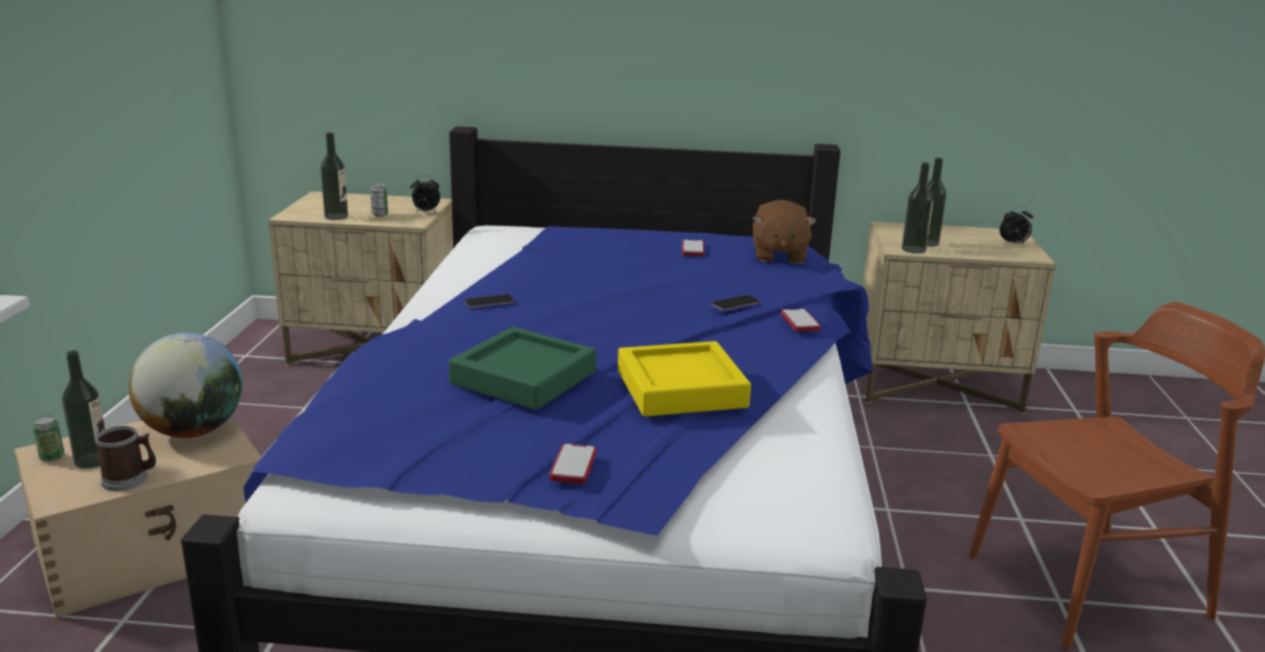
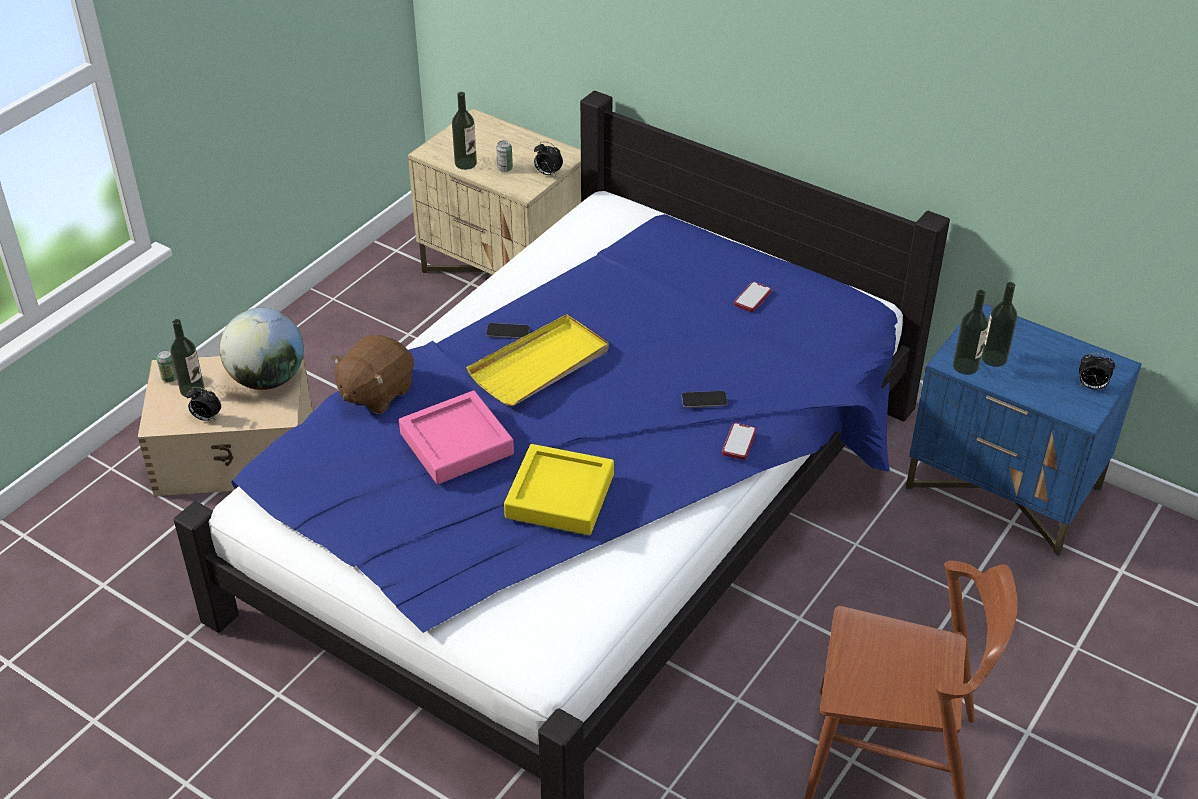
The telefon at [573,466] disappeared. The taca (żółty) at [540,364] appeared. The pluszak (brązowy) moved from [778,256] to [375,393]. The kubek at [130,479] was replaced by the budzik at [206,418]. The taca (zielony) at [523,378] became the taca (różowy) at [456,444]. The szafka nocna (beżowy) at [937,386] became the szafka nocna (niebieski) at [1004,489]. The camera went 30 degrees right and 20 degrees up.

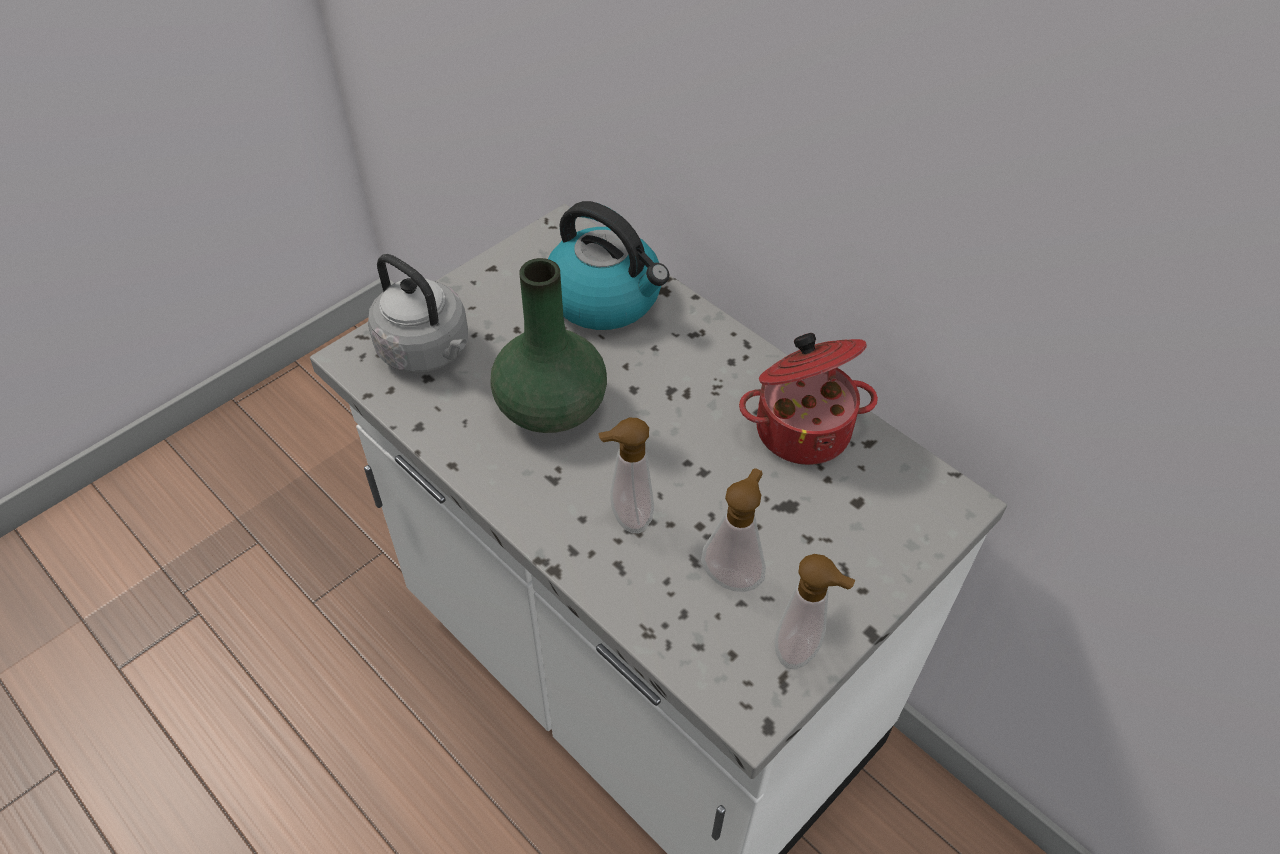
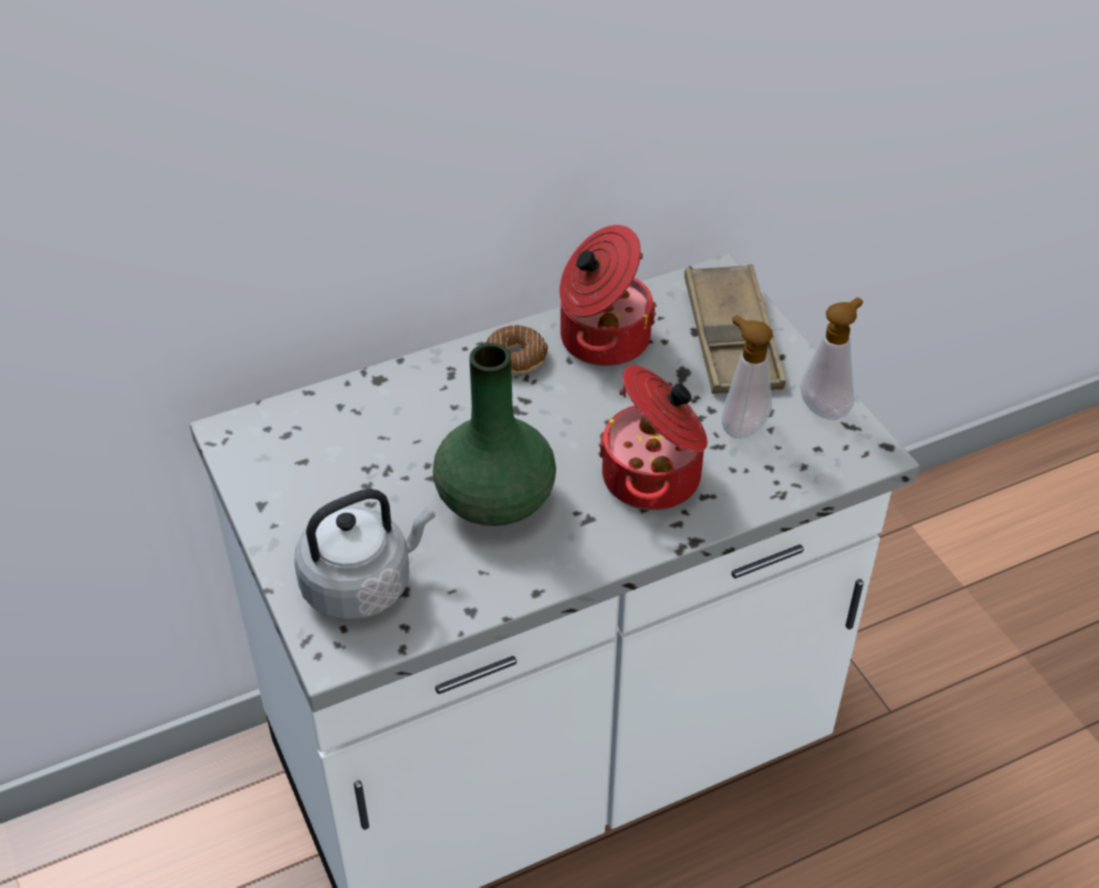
The czajnik at [606,298] disappeared. The donut at [516,358] appeared. The taca (brązowy) at [731,338] appeared. The dozownik mydła at [626,517] was replaced by the garnek at [654,478]. The camera went 70 degrees left and 5 degrees down.

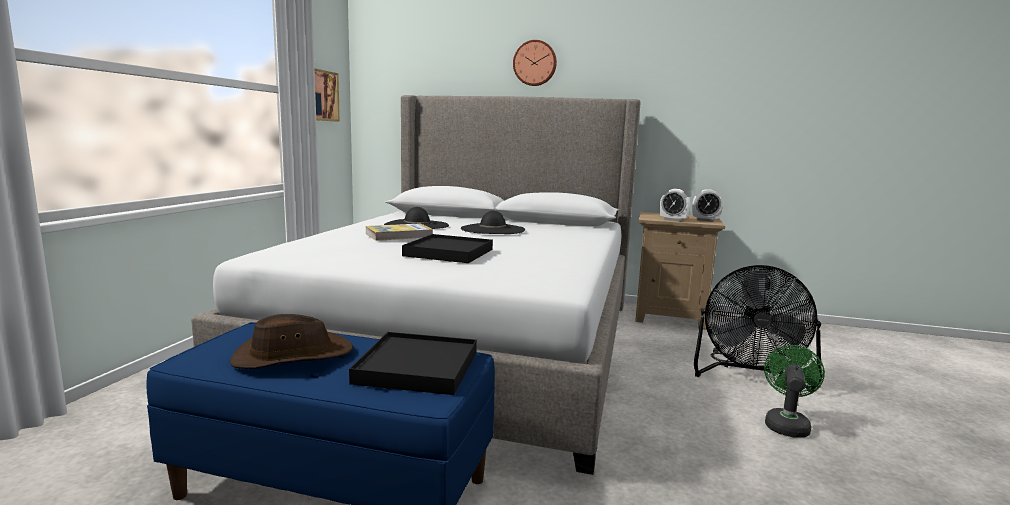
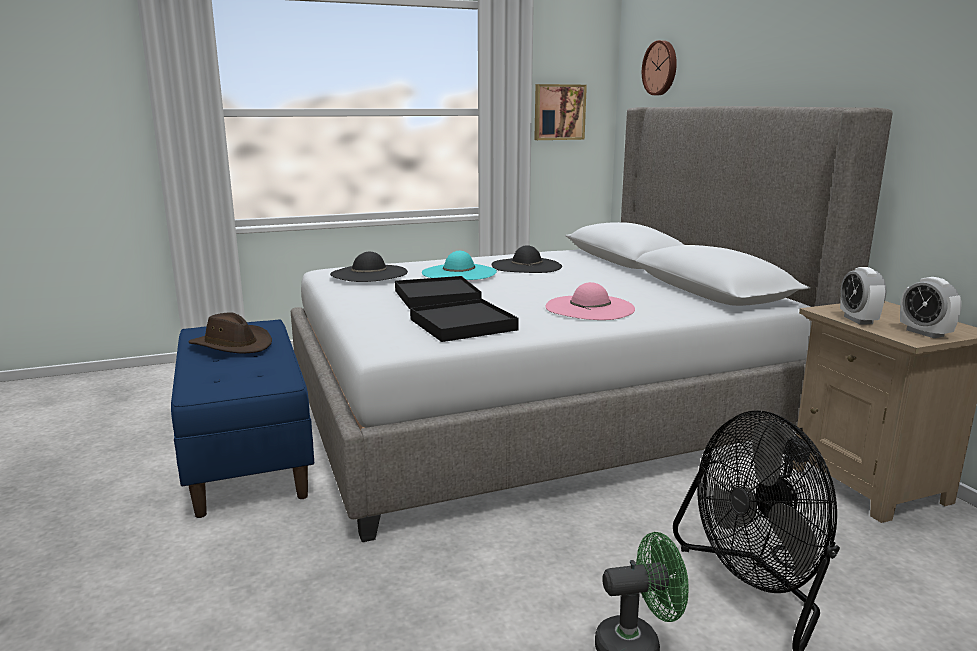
The kapelusz (różowy) at [590,308] appeared. The taca (czarny) moved from [417,368] to [463,325]. The kapelusz (czarny) moved from [493,229] to [369,273]. The zegar ścienny moved from [535,63] to [661,68]. The książka at [399,235] was replaced by the kapelusz (turkusowy) at [459,272]. The camera went 55 degrees right and 5 degrees up.

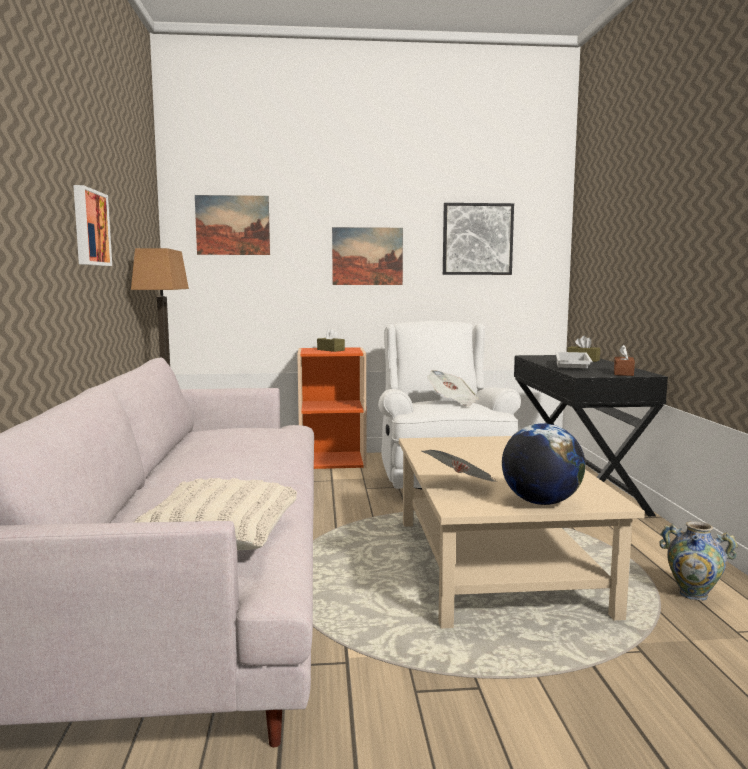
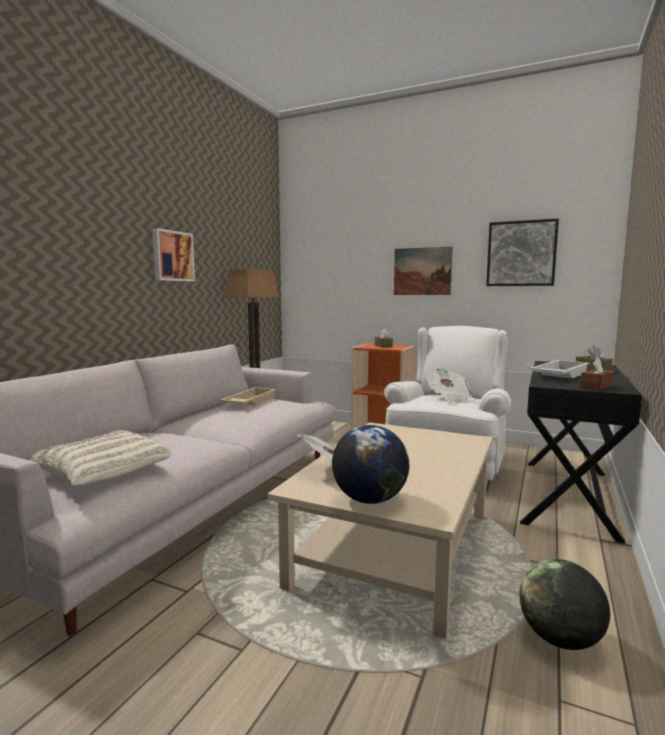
The obraz at [232,225] disappeared. The taca (beżowy) at [249,402] appeared. The wazon at [693,594] was replaced by the globus at [560,639]. The camera went 30 degrees right and 0 degrees up.

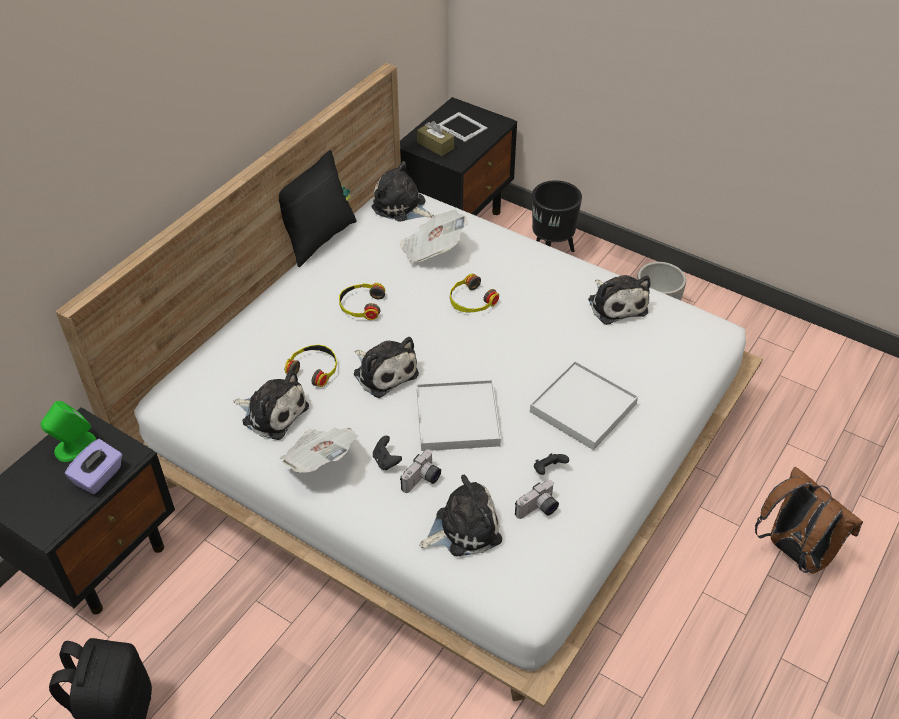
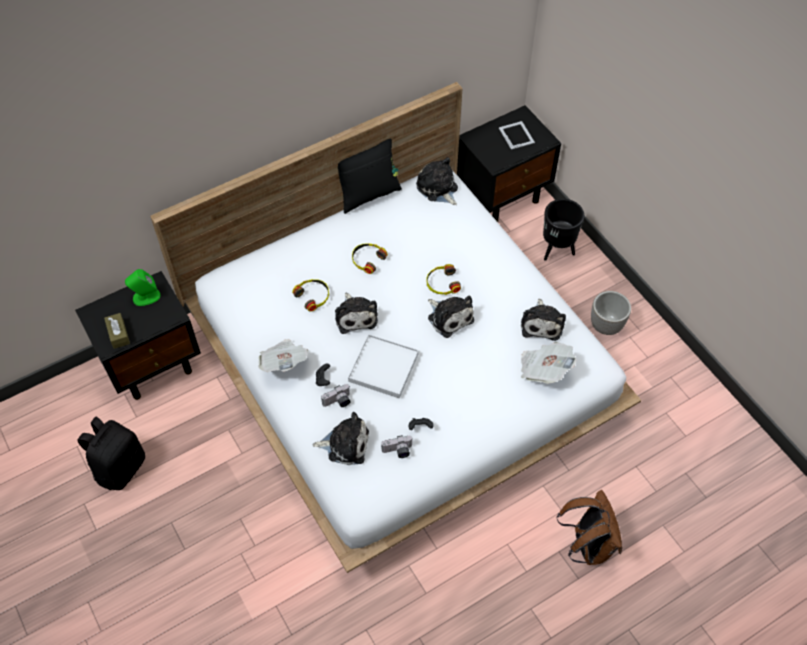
The pudełko chusteczek (fioletowy) at [99,477] disappeared. The taca (biały) at [583,407] disappeared. The pluszak moved from [272,413] to [449,317]. The gazeta moved from [432,250] to [544,369]. The pudełko chusteczek (brązowy) moved from [435,145] to [118,334]. The camera went 25 degrees right and 10 degrees up.

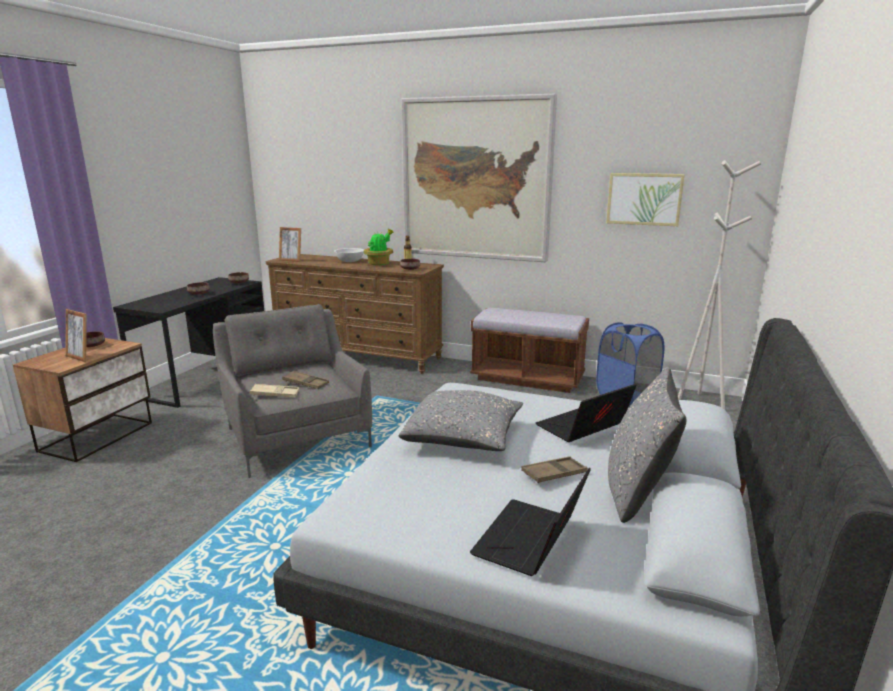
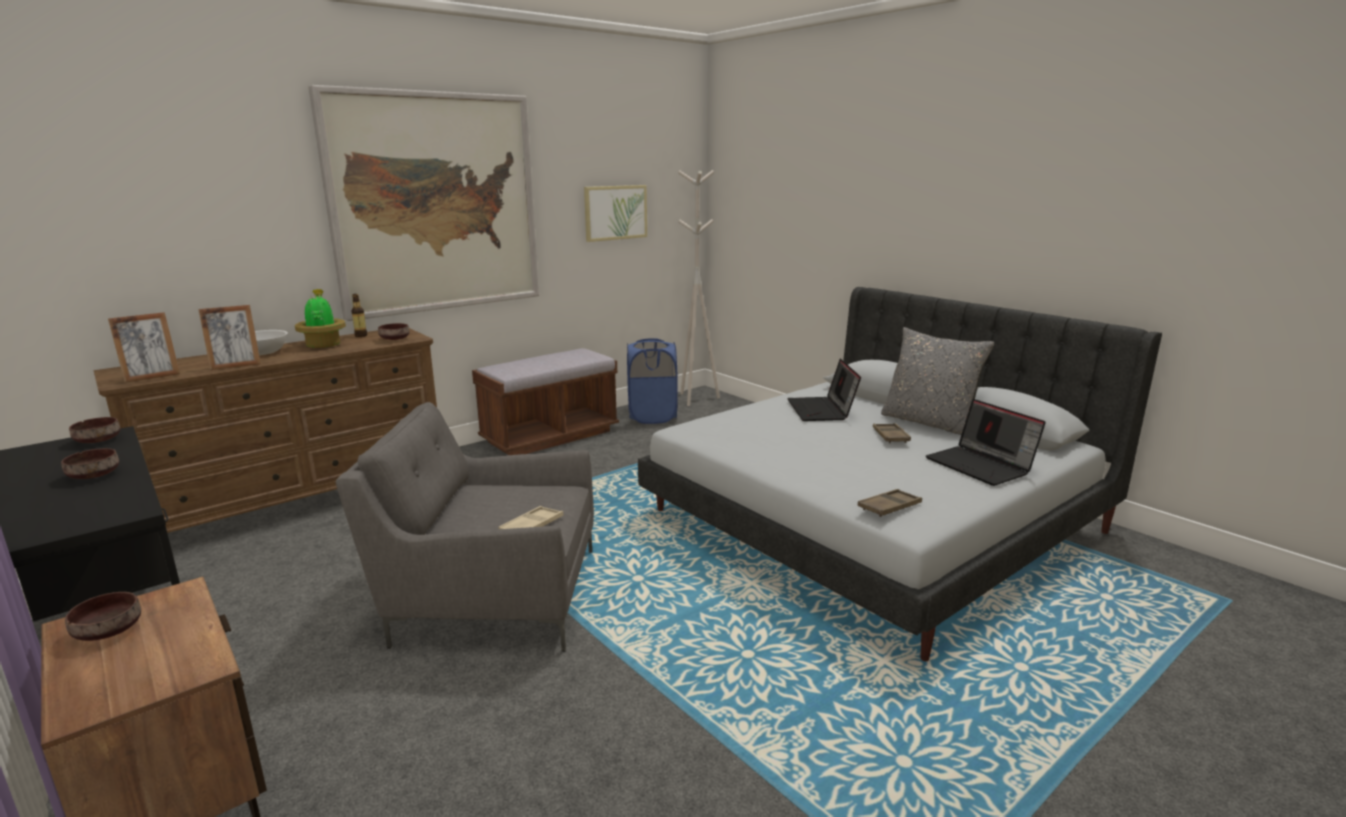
The poduszka (szary) at [463,438] disappeared. The ramka na zdjęcie moved from [80,357] to [236,366]. The taca (brązowy) moved from [305,383] to [889,507]. The camera went 60 degrees left and 0 degrees up.

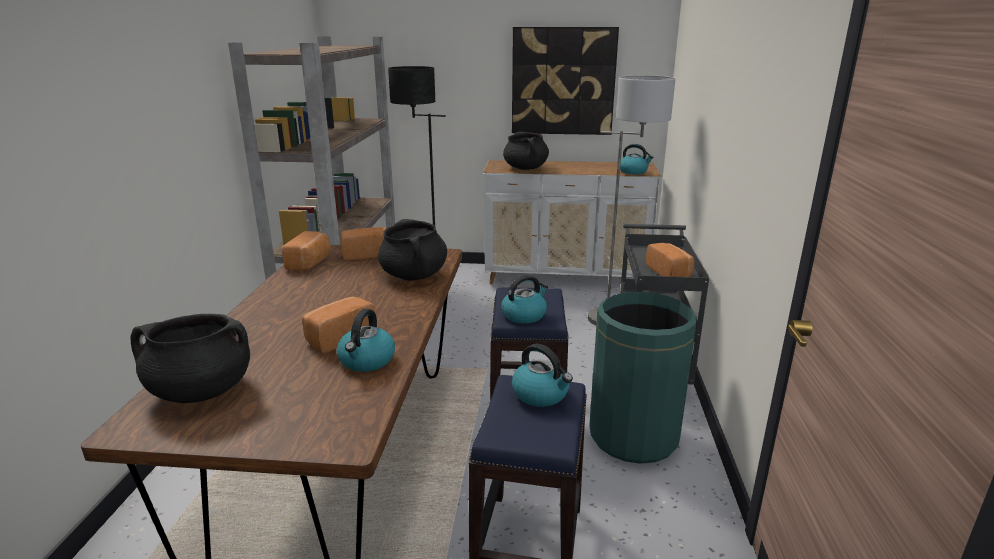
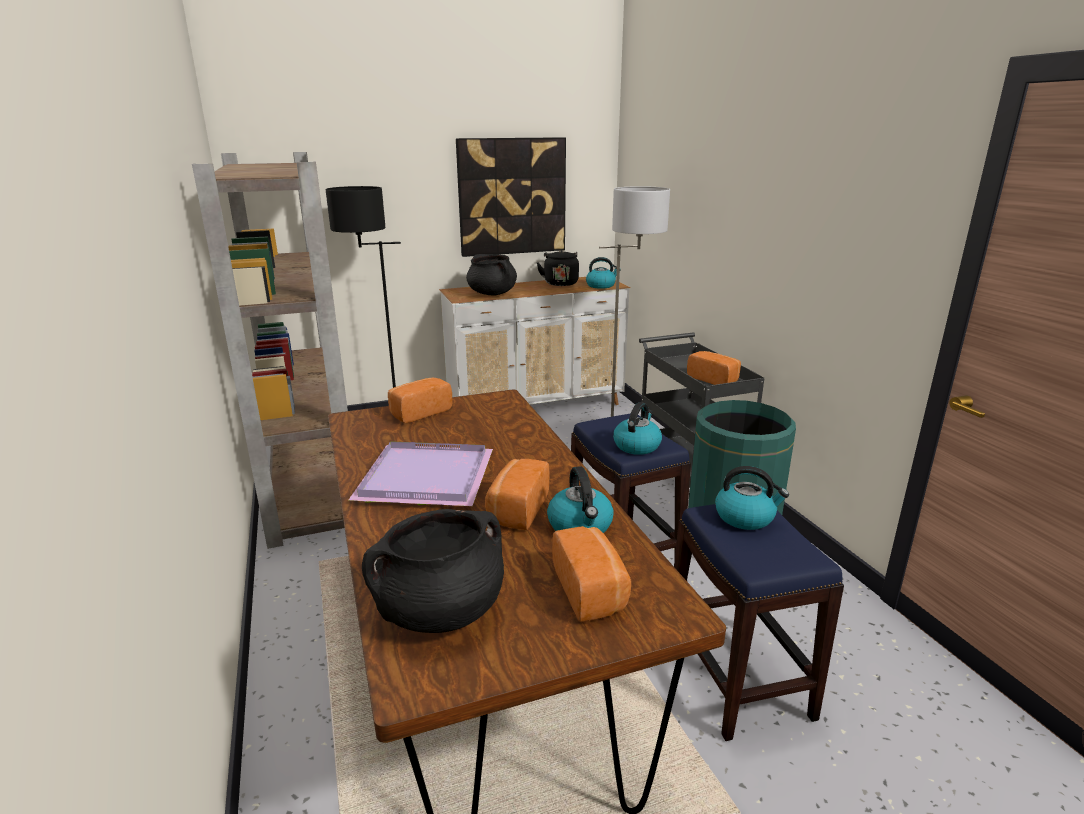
The garnek (czarny) at [414,276] disappeared. The taca (fioletowy) at [423,479] appeared. The czajnik (czarny) at [560,283] appeared. The chleb moved from [310,263] to [591,590]. The camera went 25 degrees left and 0 degrees up.

